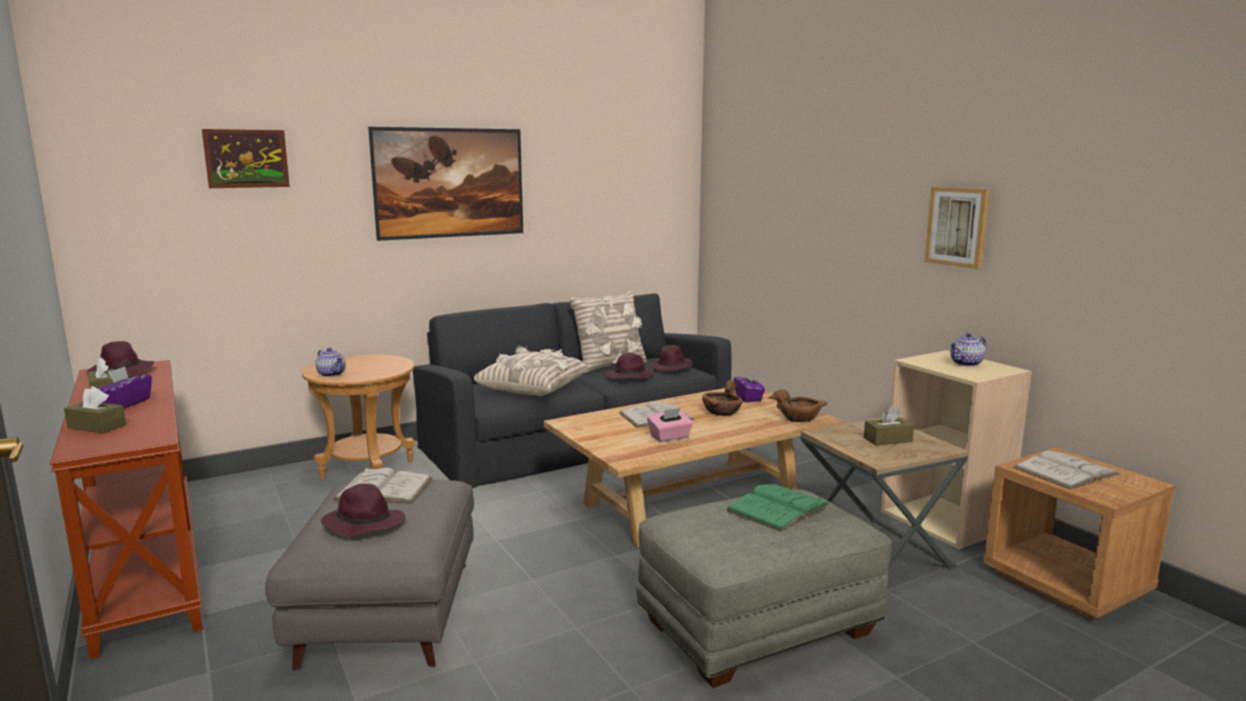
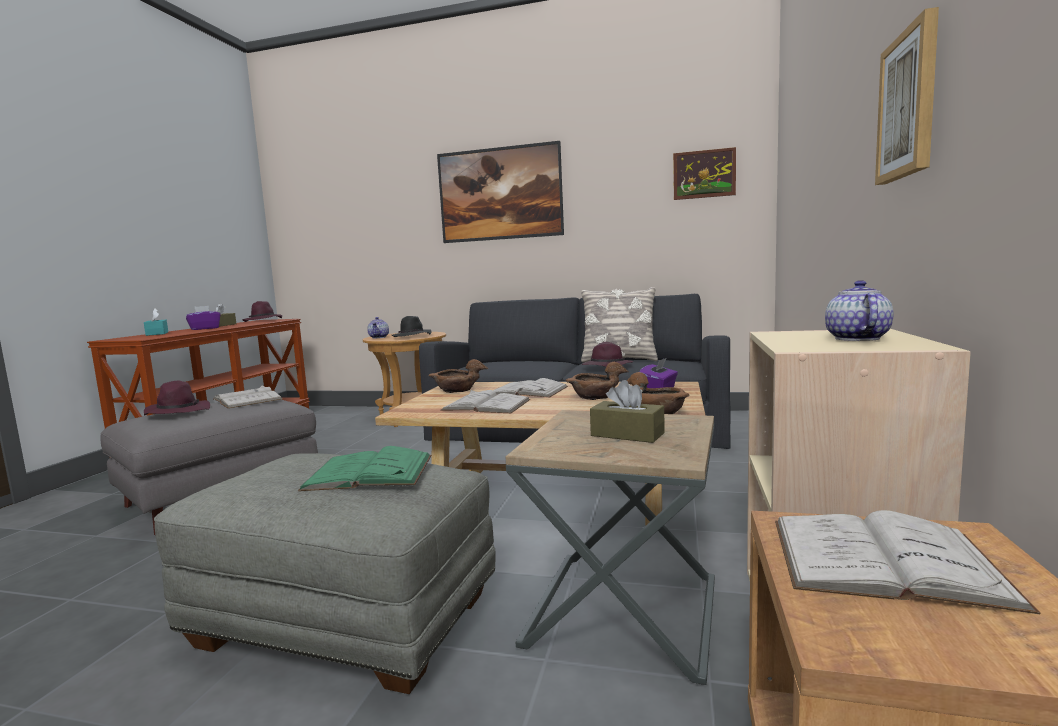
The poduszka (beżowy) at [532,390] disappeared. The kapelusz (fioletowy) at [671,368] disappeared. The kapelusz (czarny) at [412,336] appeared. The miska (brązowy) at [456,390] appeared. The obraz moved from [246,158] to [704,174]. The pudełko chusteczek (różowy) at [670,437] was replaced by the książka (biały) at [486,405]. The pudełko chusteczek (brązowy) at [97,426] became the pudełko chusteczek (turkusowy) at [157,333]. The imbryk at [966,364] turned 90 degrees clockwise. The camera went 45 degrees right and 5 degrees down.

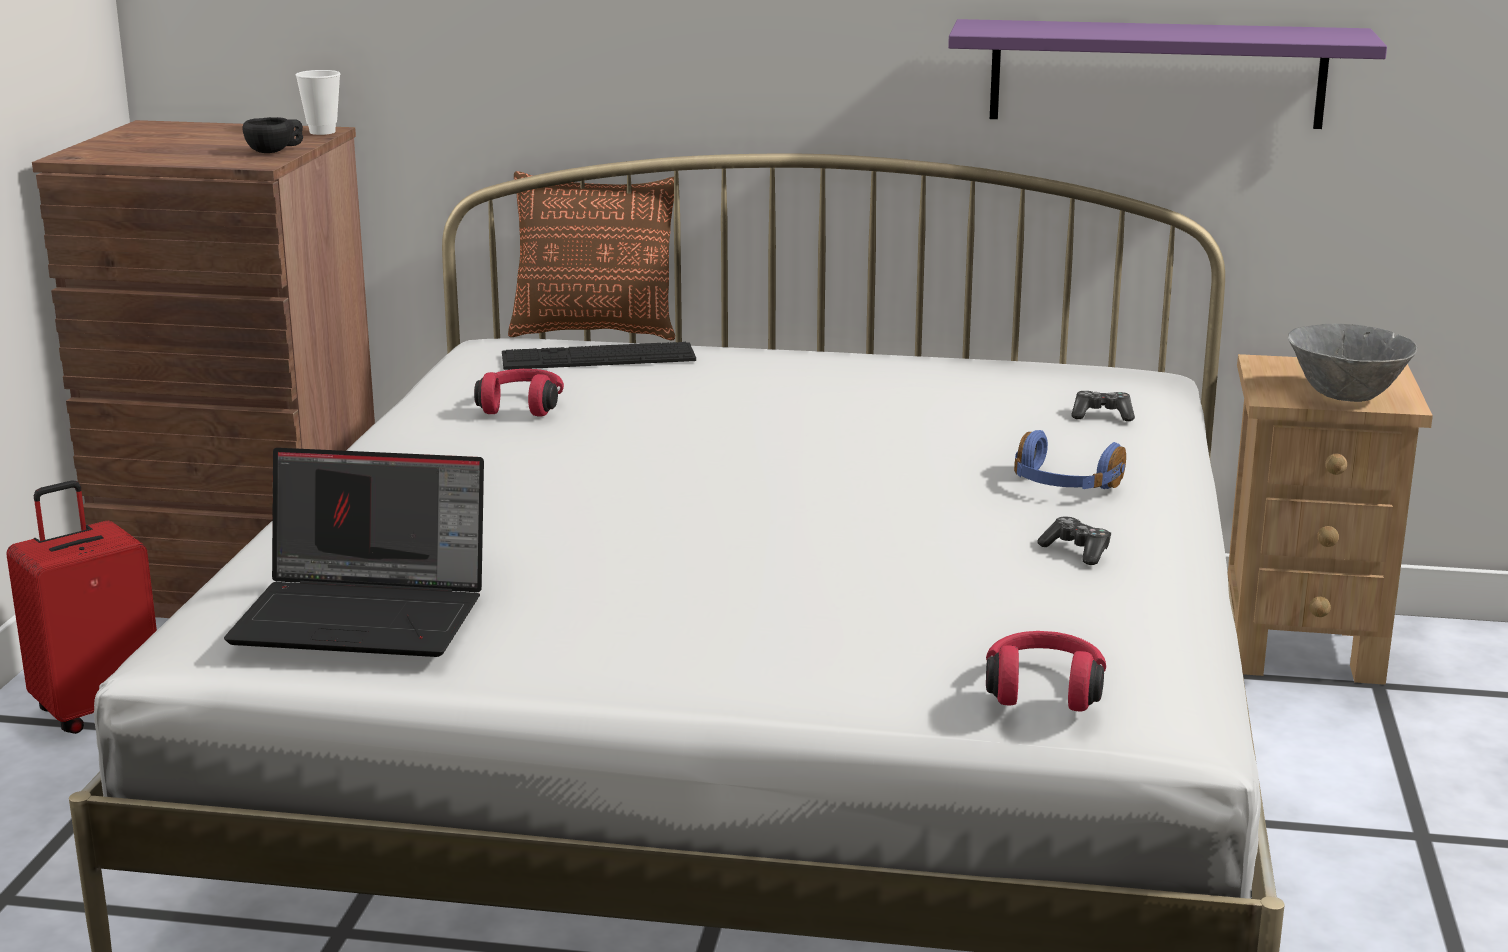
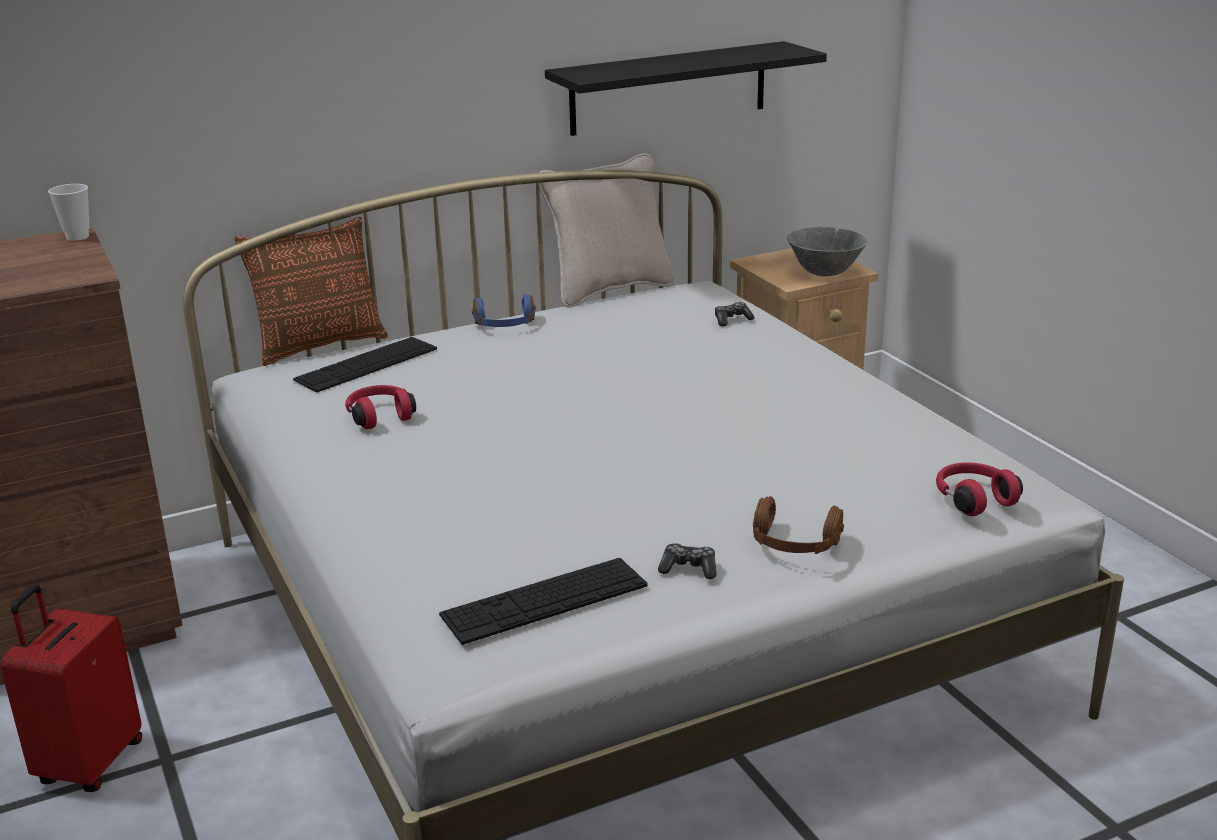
The filiżanka (czarny) at [276,151] disappeared. The poduszka (beżowy) at [609,289] appeared. The słuchawki (brązowy) at [794,544] appeared. The słuchawki (niebieski) moved from [1064,485] to [505,325]. The pad do gier moved from [1077,551] to [689,568]. The laptop at [366,614] was replaced by the klawiatura at [544,600]. The półka (fioletowy) at [1157,73] became the półka (czarny) at [669,88]. The camera went 35 degrees left and 5 degrees up.

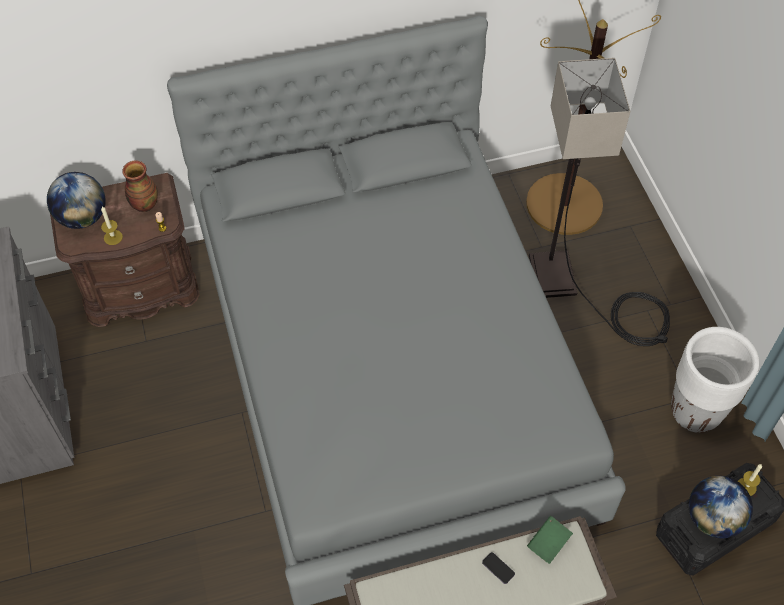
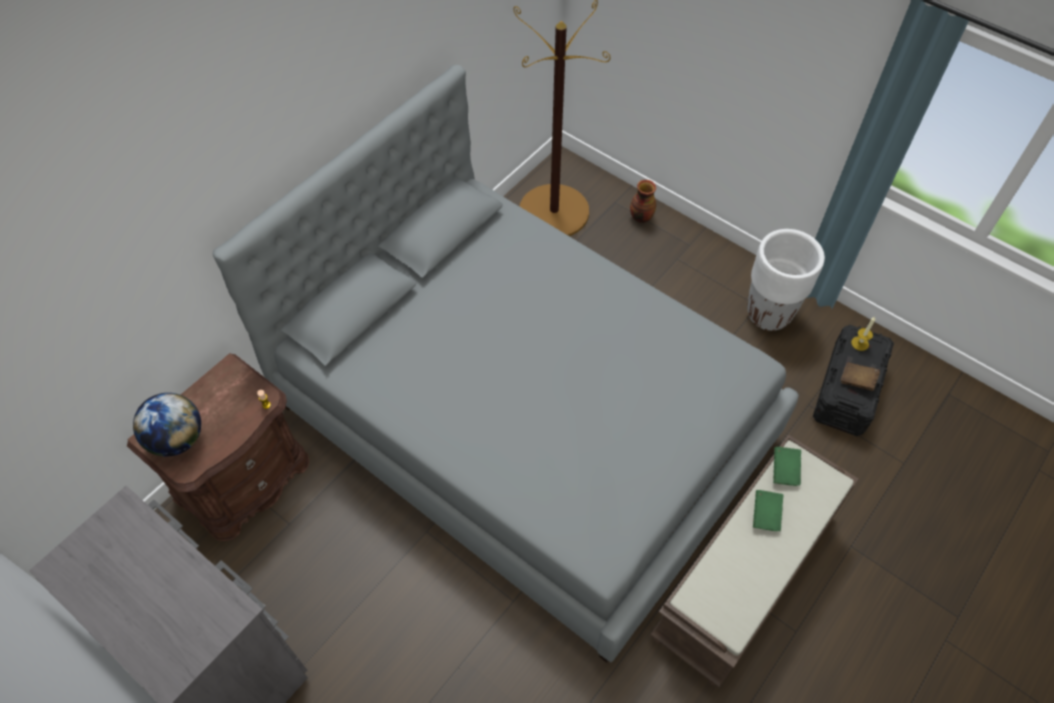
The świeca at [113,237] disappeared. The lampa stojąca at [598,300] disappeared. The wazon moved from [144,204] to [640,217]. The telefon at [498,568] was replaced by the książka (zielony) at [765,515]. The globus at [712,518] was replaced by the książka (brązowy) at [857,381]. The camera went 35 degrees left and 0 degrees up.

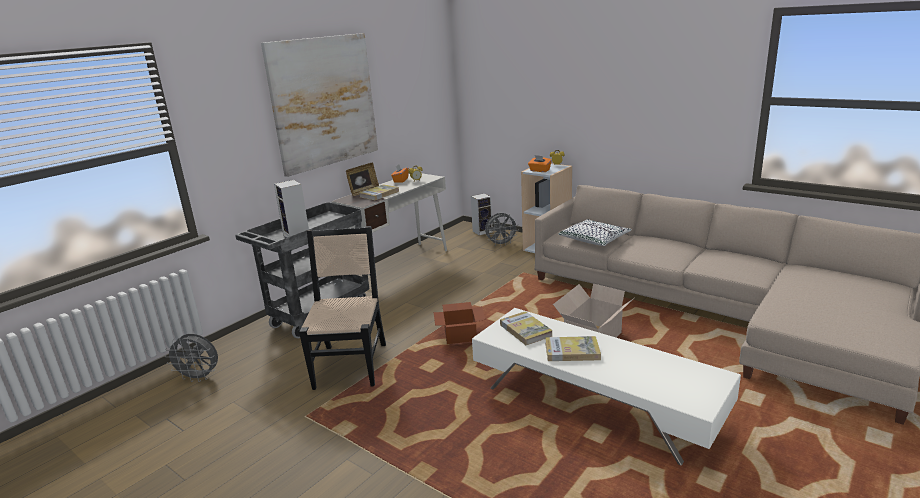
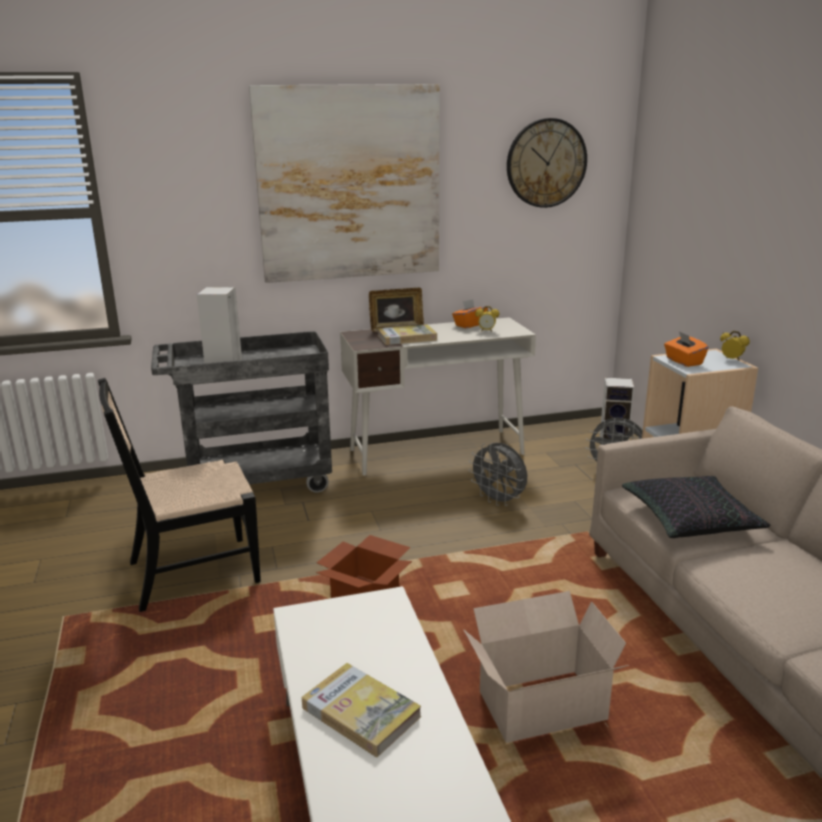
The książka at [525,330] disappeared. The zegar ścienny at [546,163] appeared. The wentylator (szary) moved from [199,377] to [499,501]. The poduszka (biały) at [595,239] became the poduszka (czarny) at [691,519]. The krzesło at [350,366] turned 150 degrees counterclockwise. The camera went 35 degrees right and 0 degrees up.

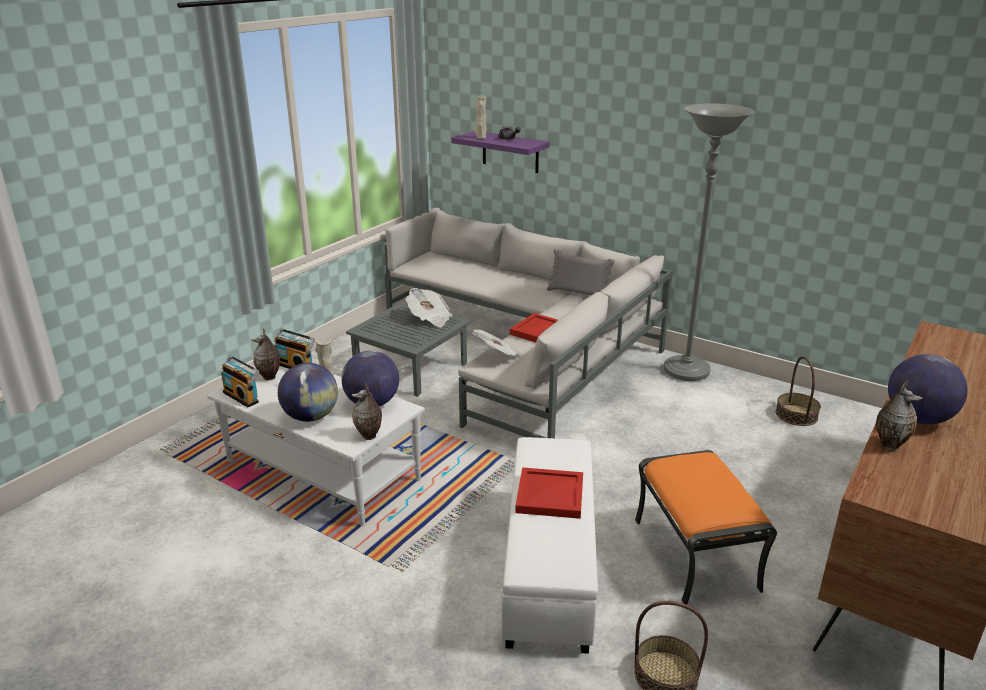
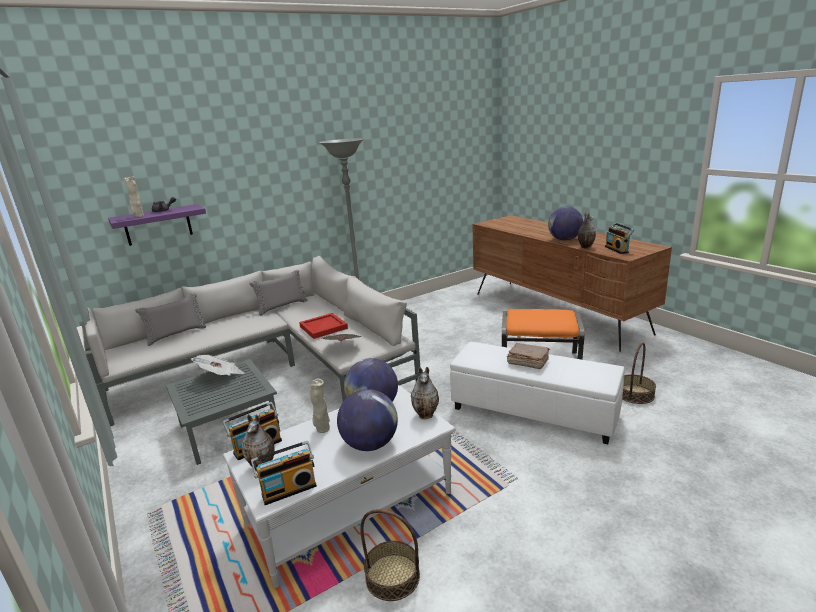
The poduszka (szary) at [176,334] appeared. The radio at [617,249] appeared. The koszyk moved from [796,415] to [393,576]. The taca (czerwony) at [551,495] was replaced by the książka (brązowy) at [527,362]. The camera went 65 degrees left and 5 degrees down.

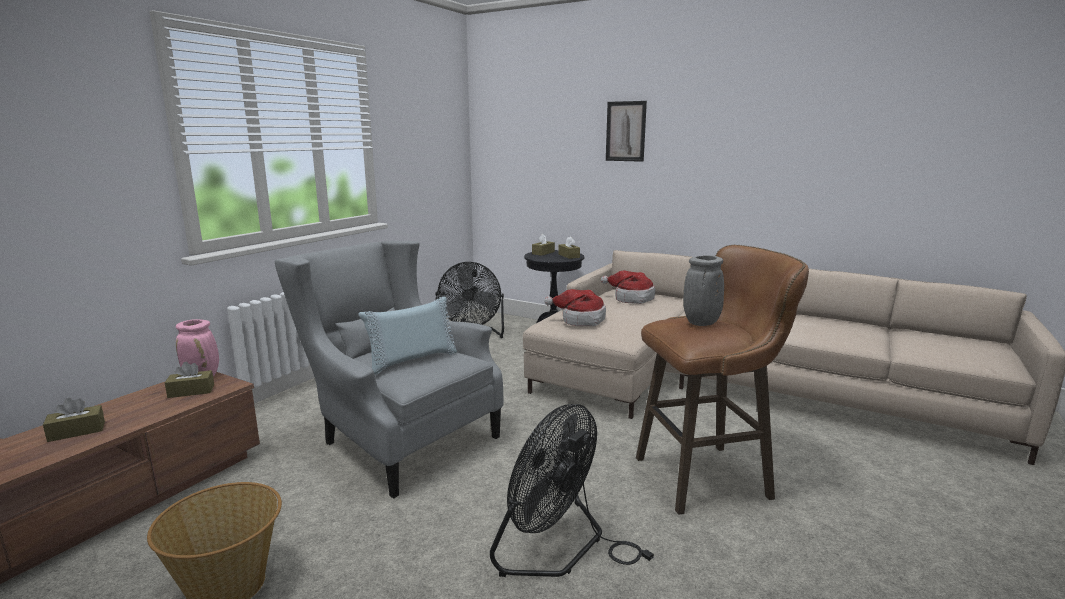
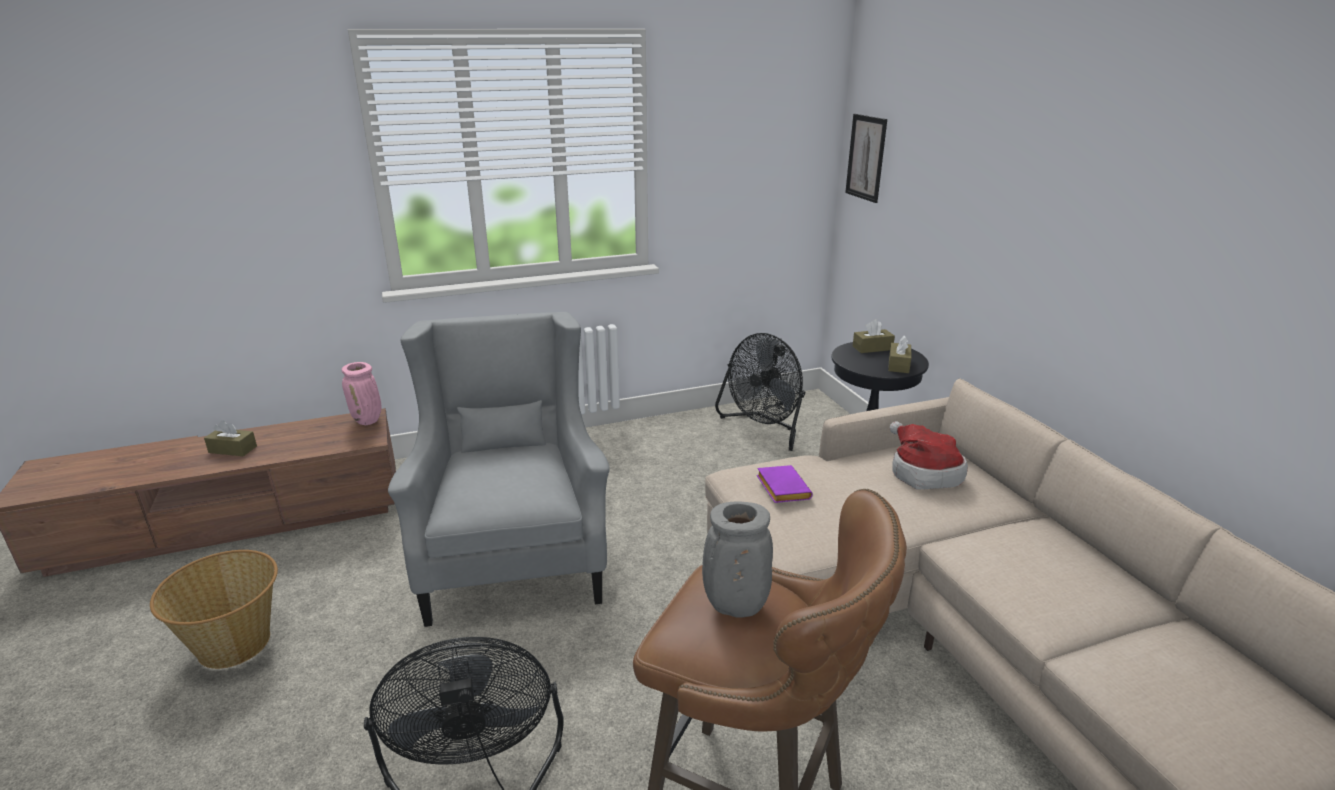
The pudełko chusteczek (brązowy) at [191,391] disappeared. The poduszka (niebieski) at [412,361] disappeared. The obraz moved from [625,131] to [866,157]. The kapelusz at [580,320] was replaced by the książka (fioletowy) at [781,488]. The camera went 40 degrees right and 10 degrees up.

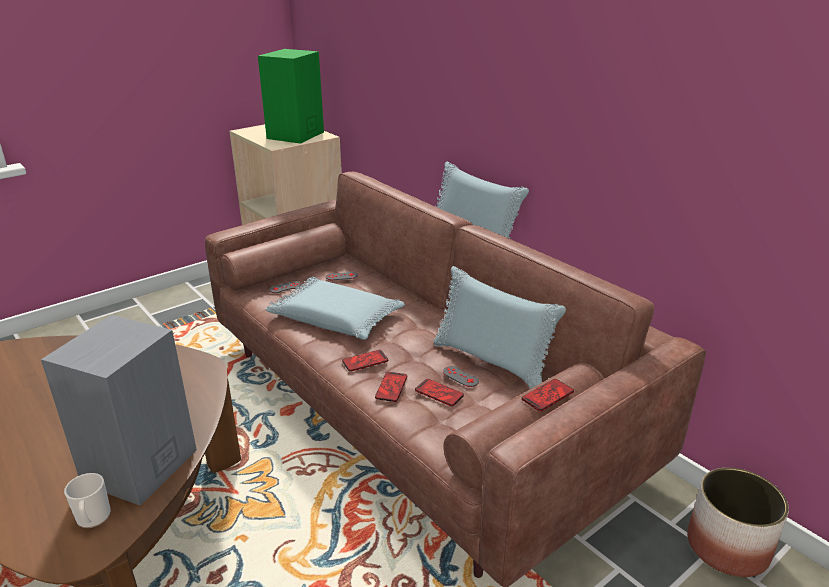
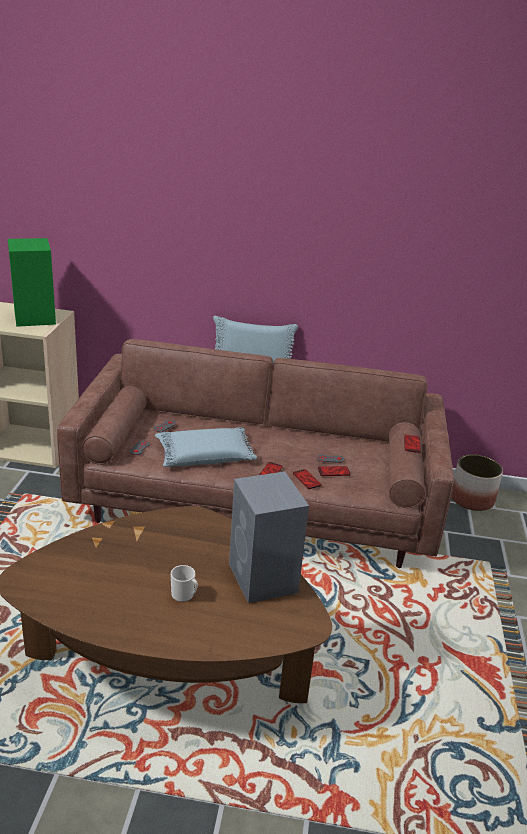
The poduszka (niebieski) at [492,361] disappeared. The kubek moved from [93,519] to [184,596]. The camera went 45 degrees left and 0 degrees up.

